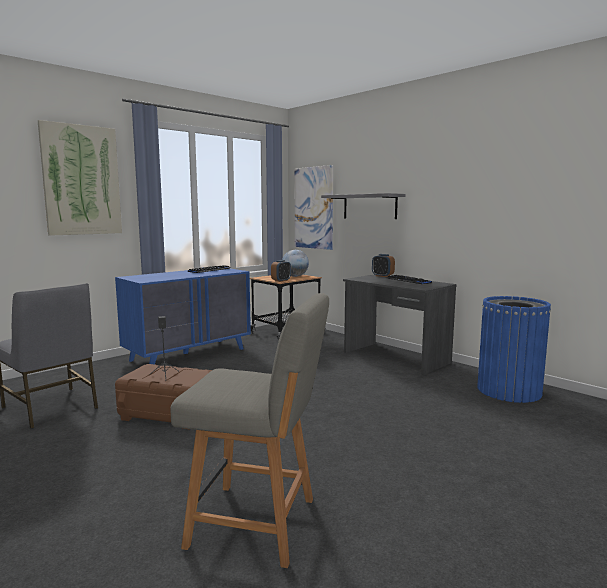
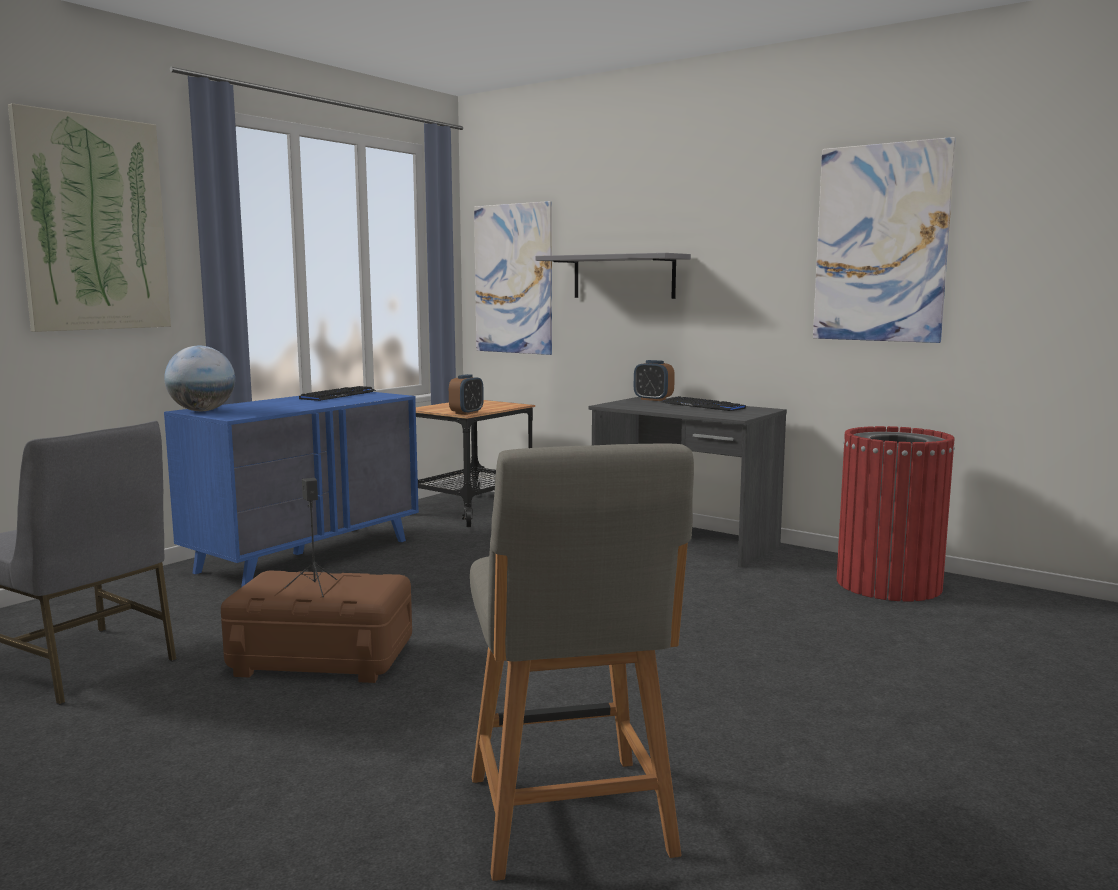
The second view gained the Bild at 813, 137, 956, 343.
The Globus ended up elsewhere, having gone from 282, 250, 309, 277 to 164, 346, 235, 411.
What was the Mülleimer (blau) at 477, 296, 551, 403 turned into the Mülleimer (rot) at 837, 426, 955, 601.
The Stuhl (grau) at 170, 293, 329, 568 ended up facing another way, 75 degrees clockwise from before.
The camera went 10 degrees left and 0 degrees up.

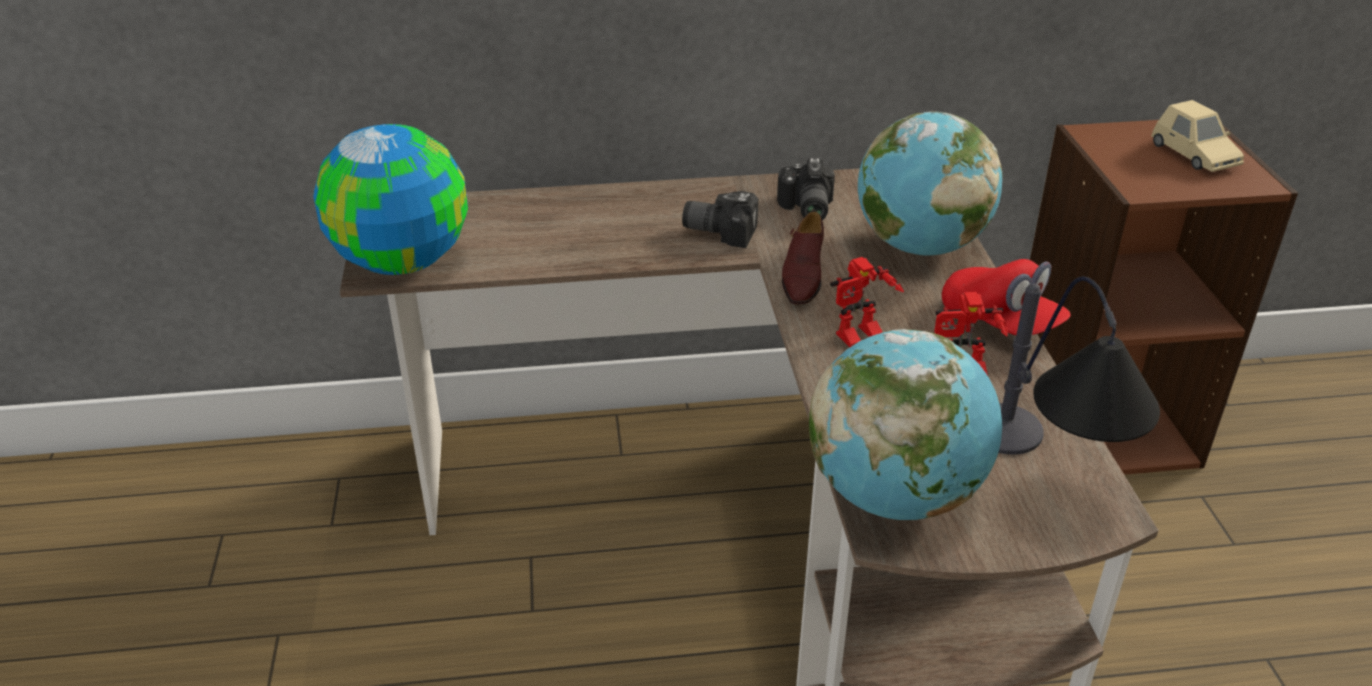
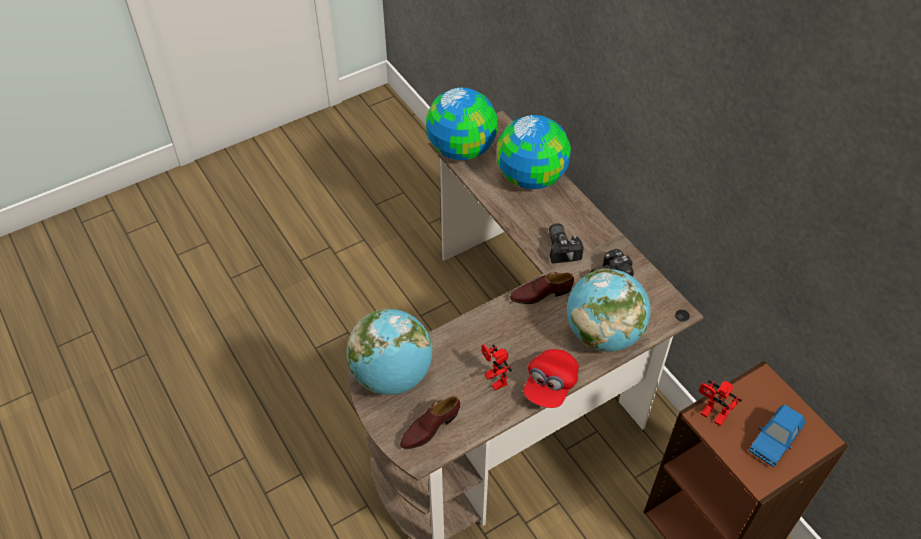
The second view gained the Globus at 497, 115, 571, 189.
The Spielzeugroboter ended up elsewhere, having gone from 830, 257, 904, 347 to 699, 380, 742, 426.
Where the Tischlampe stood at 998, 276, 1160, 455, the Schuh (braun) came to stand at 400, 396, 460, 449.
What was the Spielzeugauto (beige) at 1151, 100, 1244, 172 turned into the Spielzeugauto (blau) at 749, 405, 805, 467.
The camera went 65 degrees right and 15 degrees up.

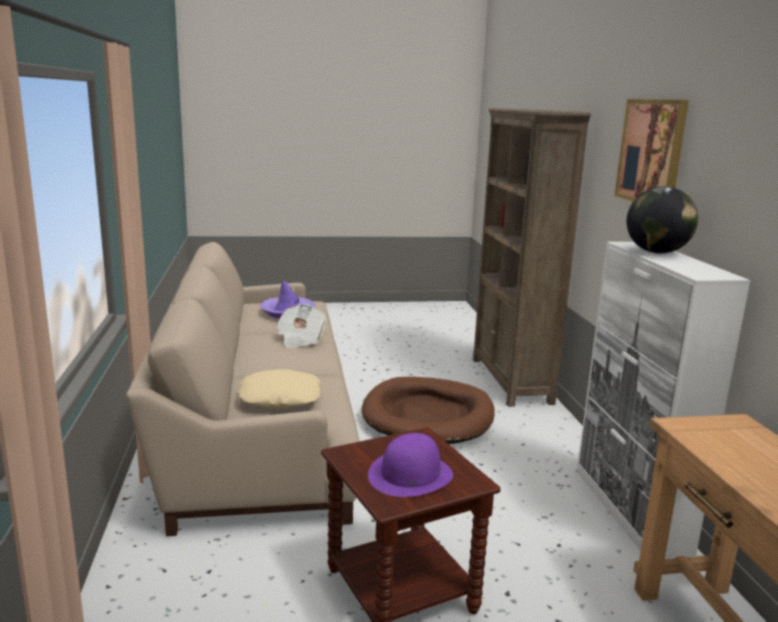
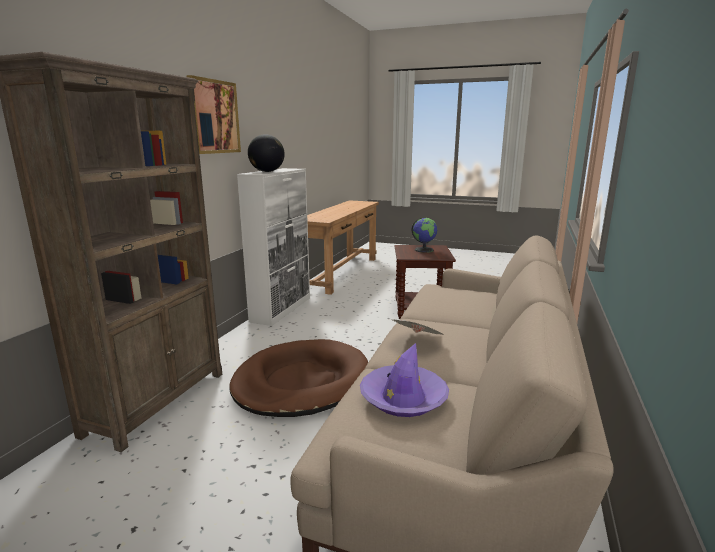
The second view lost the Kissen (beige) at 238, 369, 321, 408.
Where the Hut (lila) stood at 368, 433, 453, 497, the Globus came to stand at 411, 218, 437, 253.
The camera went 150 degrees left and 0 degrees up.

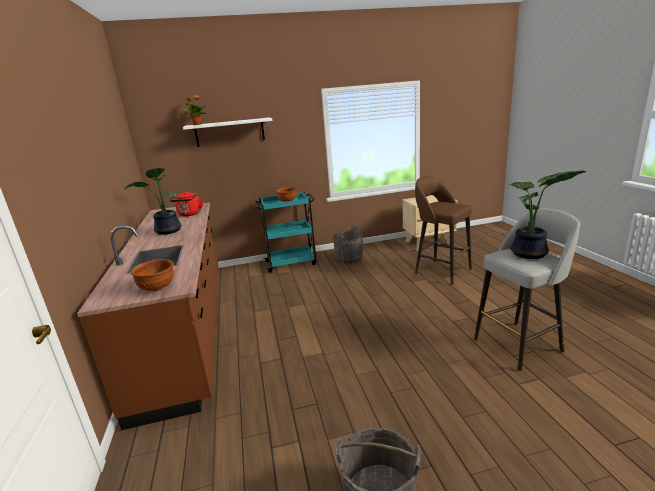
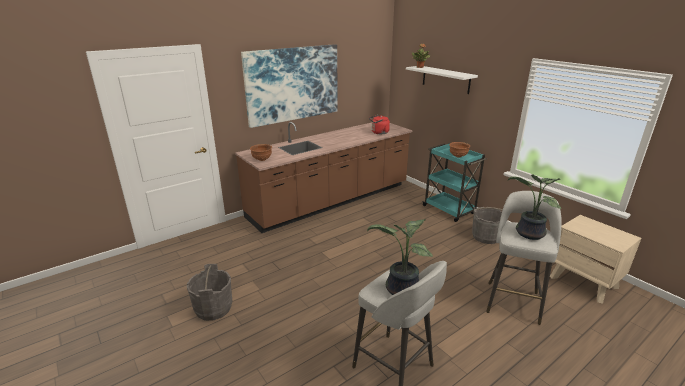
The second view gained the Bild at 241, 44, 338, 128.
The Topfpflanze ended up elsewhere, having gone from 124, 168, 182, 235 to 508, 174, 561, 240.
What was the Hocker (braun) at 415, 176, 472, 284 turned into the Hocker (grau) at 486, 191, 562, 325.
The camera went 65 degrees right and 5 degrees up.

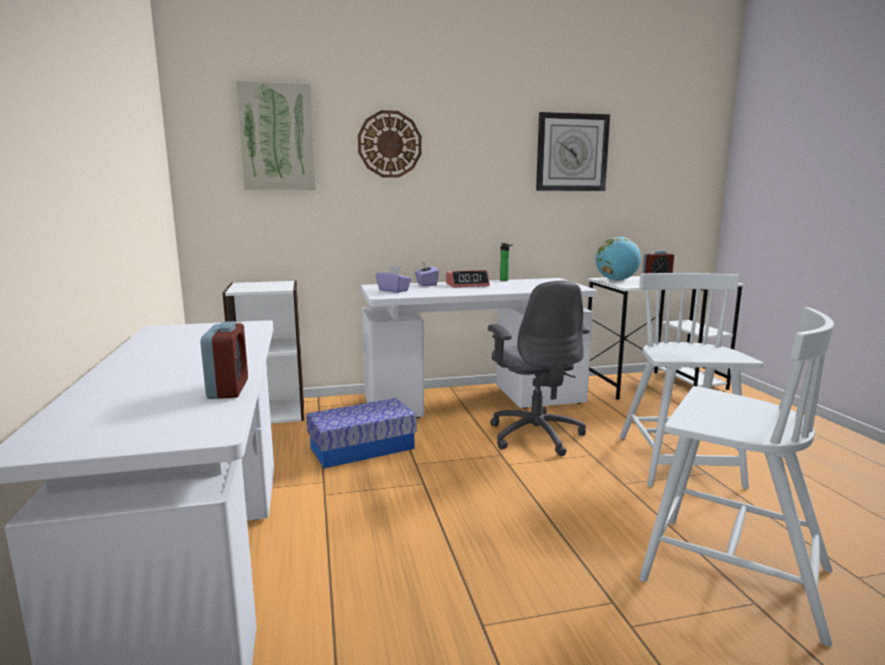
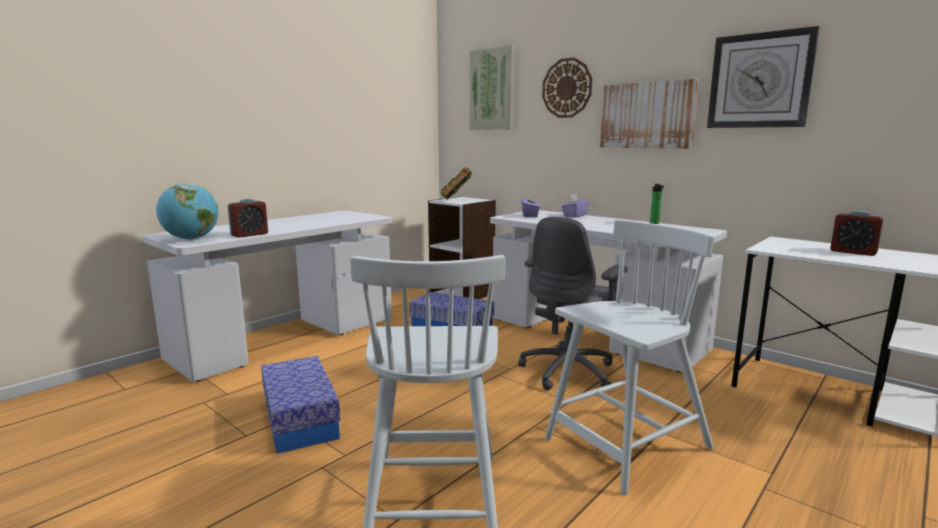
The second view lost the Wecker at 446, 270, 490, 288.
The second view gained the Aufbewahrungsbox at 261, 356, 340, 454.
The second view gained the Buch at 441, 167, 472, 200.
The second view gained the Bild at 600, 79, 699, 149.
The Globus ended up elsewhere, having gone from 596, 237, 641, 281 to 156, 184, 218, 240.
The camera went 55 degrees right and 0 degrees up.

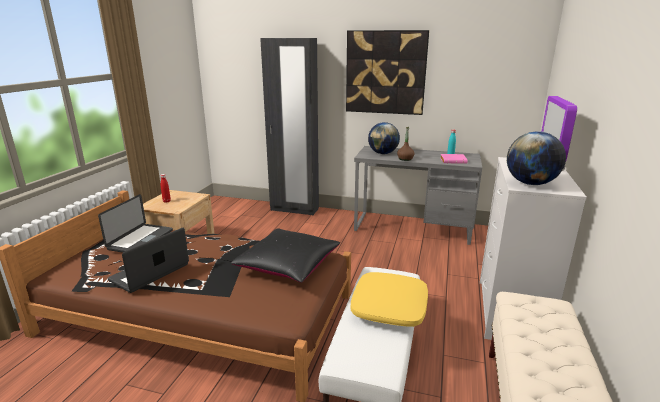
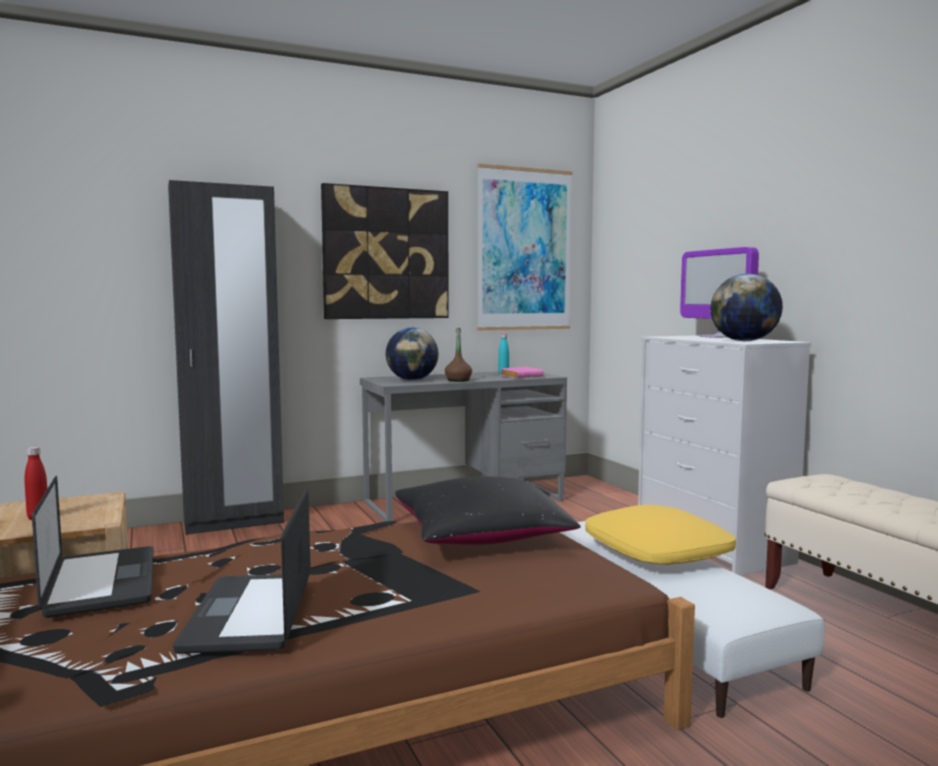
The second view gained the Bild at 477, 164, 572, 330.
The camera went 40 degrees left and 15 degrees down.

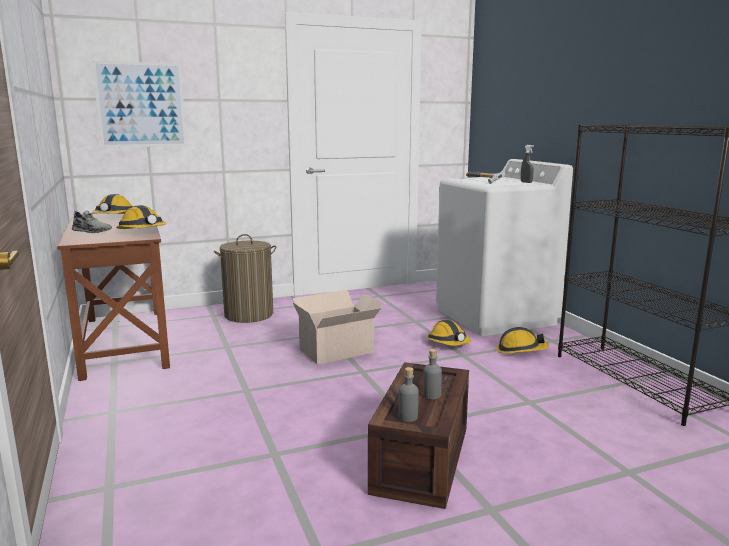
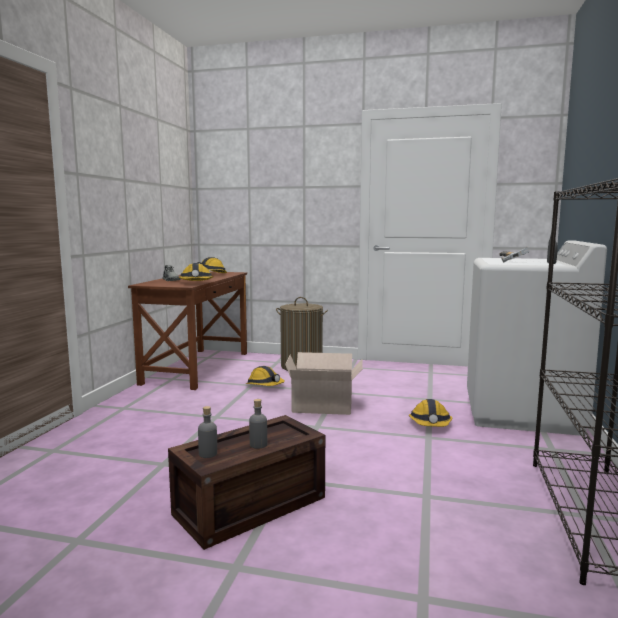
The second view lost the Bild at 92, 61, 187, 148.
The Schutzhelm ended up elsewhere, having gone from 497, 327, 549, 354 to 246, 366, 285, 386.
The camera went 35 degrees right and 5 degrees down.

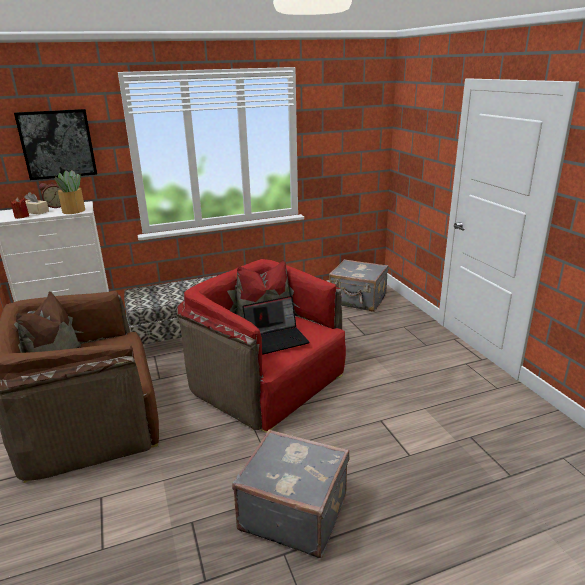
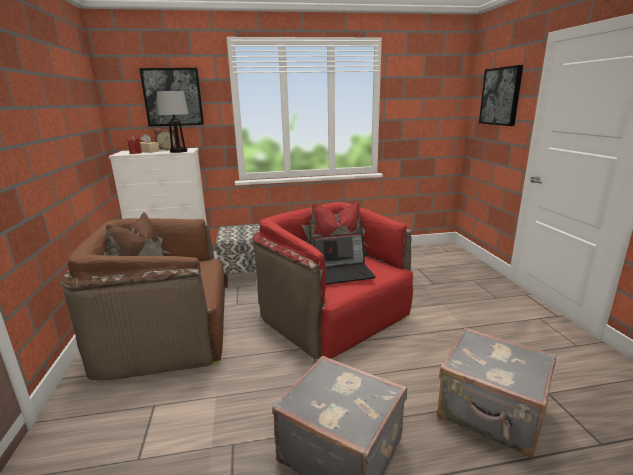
The second view gained the Bild at 479, 65, 523, 126.
The Koffer (grau) ended up elsewhere, having gone from 329, 259, 388, 312 to 437, 328, 556, 458.
Where the Topfpflanze stood at 54, 170, 85, 214, the Tischlampe came to stand at 157, 91, 189, 153.
The camera went 10 degrees right and 5 degrees down.

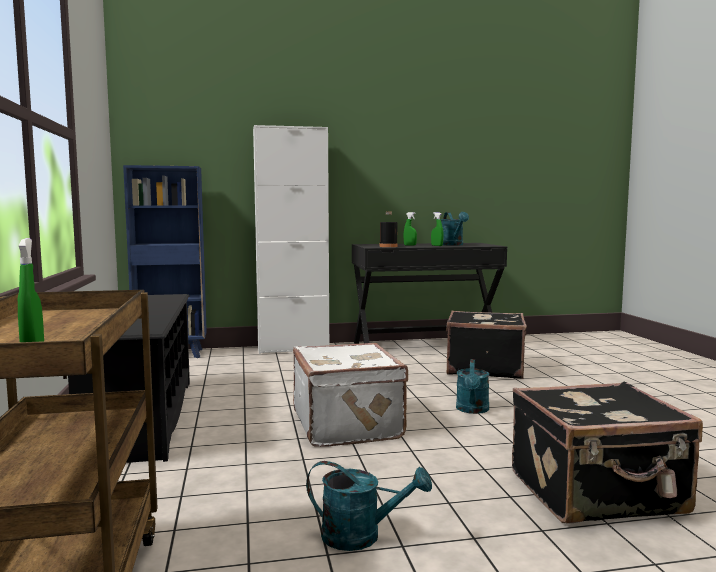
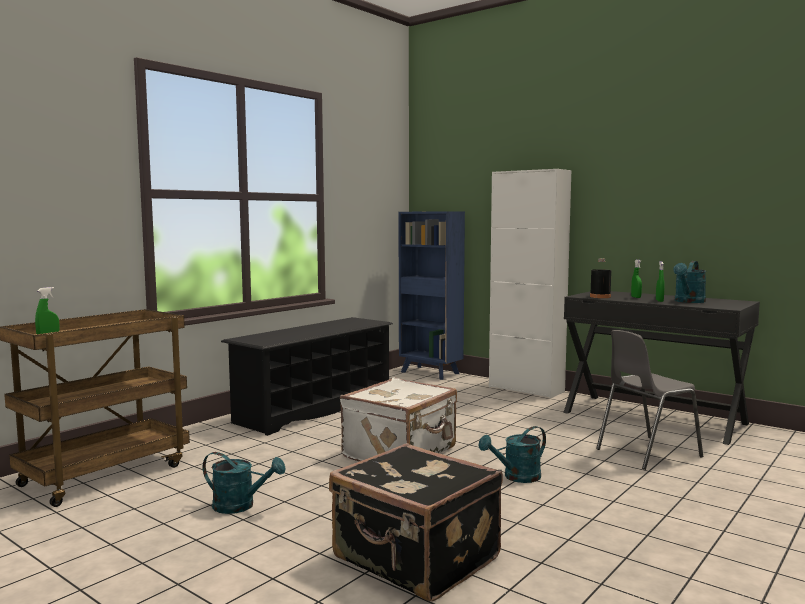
Where the Koffer (schwarz) stood at 446, 311, 527, 379, the Stuhl (grau) came to stand at 596, 330, 703, 470.
The Gießkanne (türkis) at 306, 461, 432, 551 ended up facing another way, 45 degrees counterclockwise from before.
The camera went 50 degrees right and 0 degrees up.

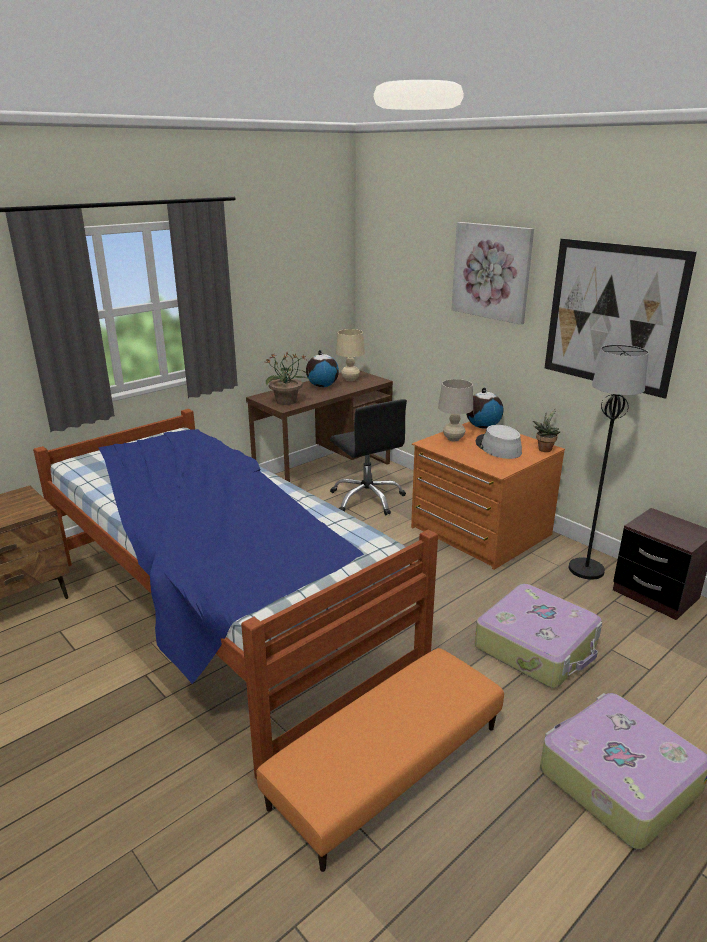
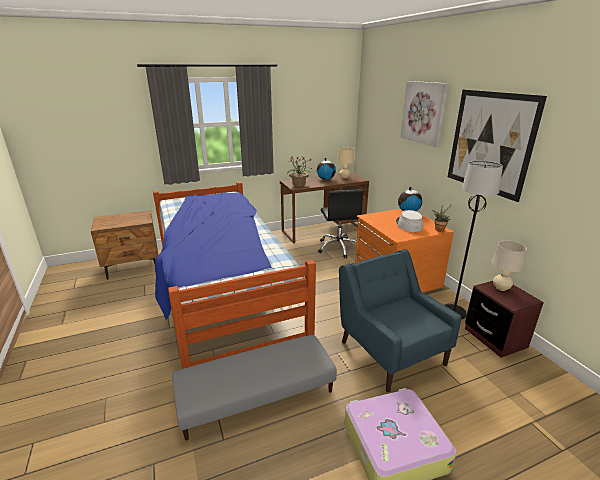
The Tischlampe (beige) ended up elsewhere, having gone from 438, 379, 473, 441 to 492, 241, 527, 291.
Where the Koffer stood at 475, 584, 602, 688, the Sessel (blau) came to stand at 339, 249, 461, 392.
What was the Polsterhocker (orange) at 257, 648, 504, 872 turned into the Polsterhocker (grau) at 172, 335, 337, 440.
The camera went 20 degrees right and 0 degrees up.

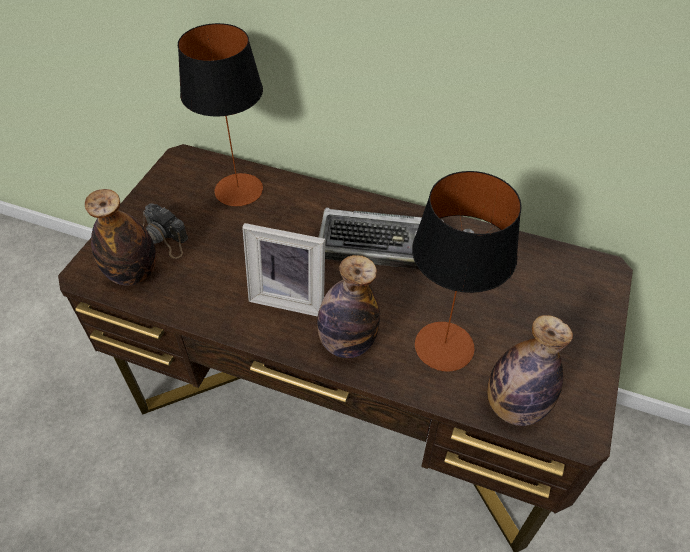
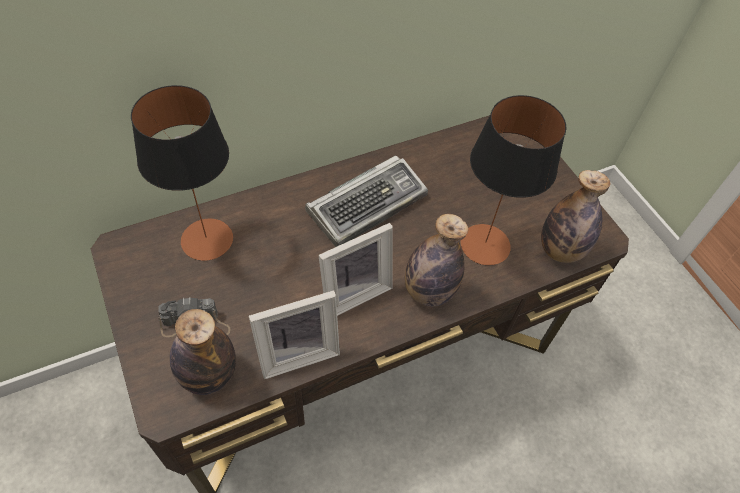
The second view gained the Bilderrahmen at 249, 290, 340, 379.
The camera went 50 degrees left and 5 degrees up.

